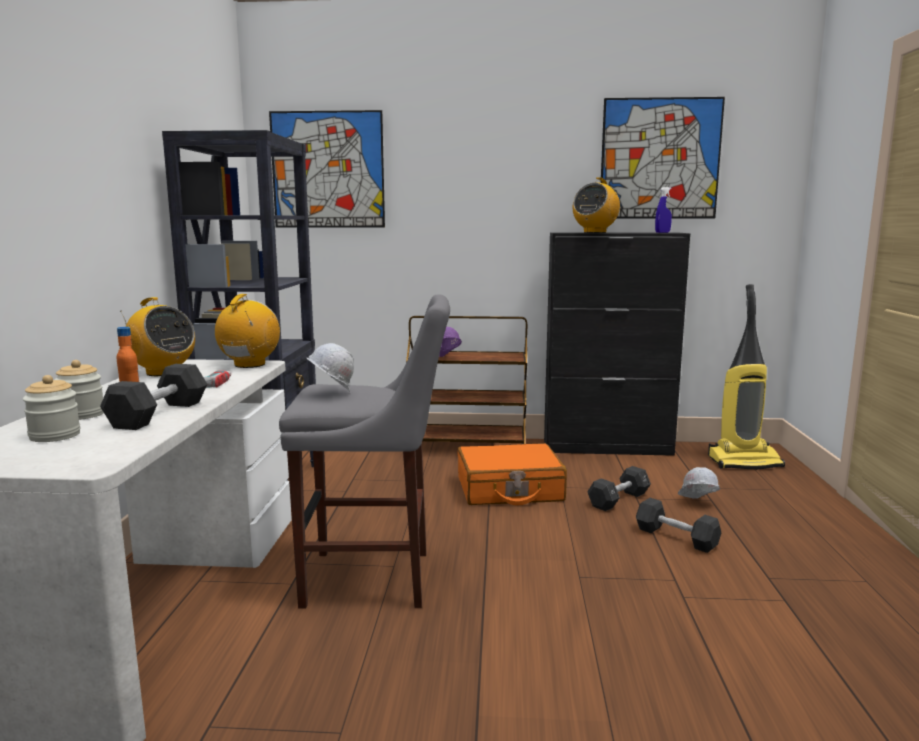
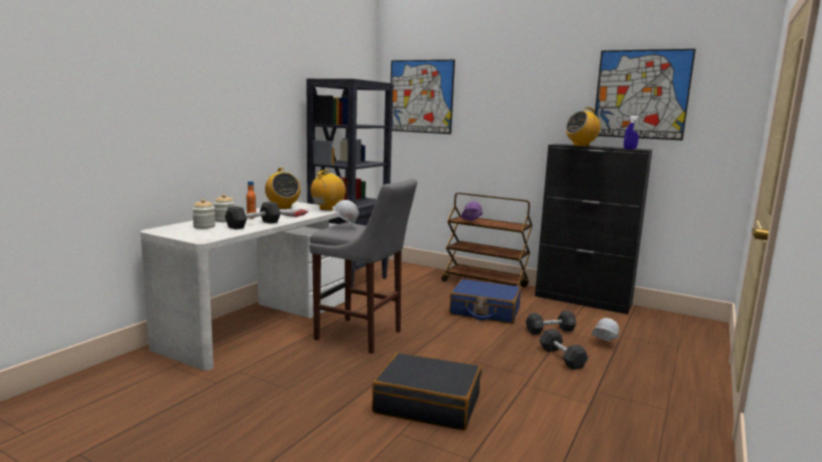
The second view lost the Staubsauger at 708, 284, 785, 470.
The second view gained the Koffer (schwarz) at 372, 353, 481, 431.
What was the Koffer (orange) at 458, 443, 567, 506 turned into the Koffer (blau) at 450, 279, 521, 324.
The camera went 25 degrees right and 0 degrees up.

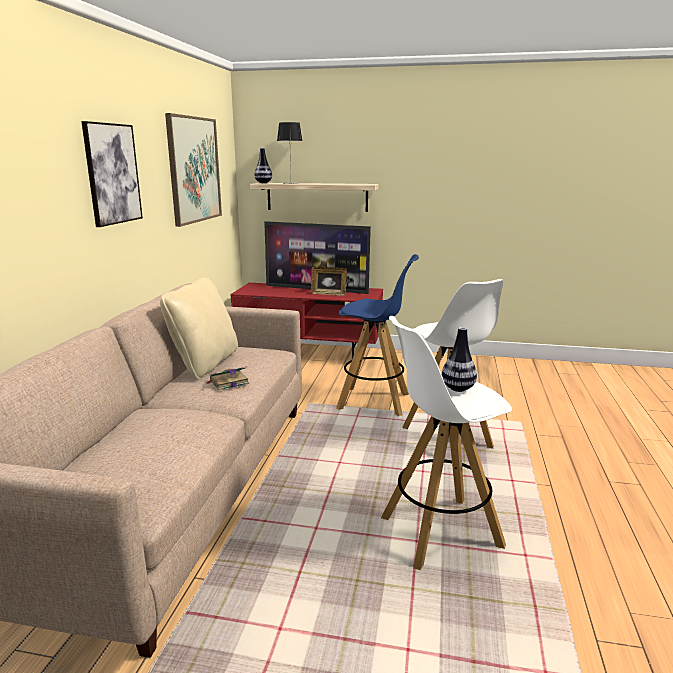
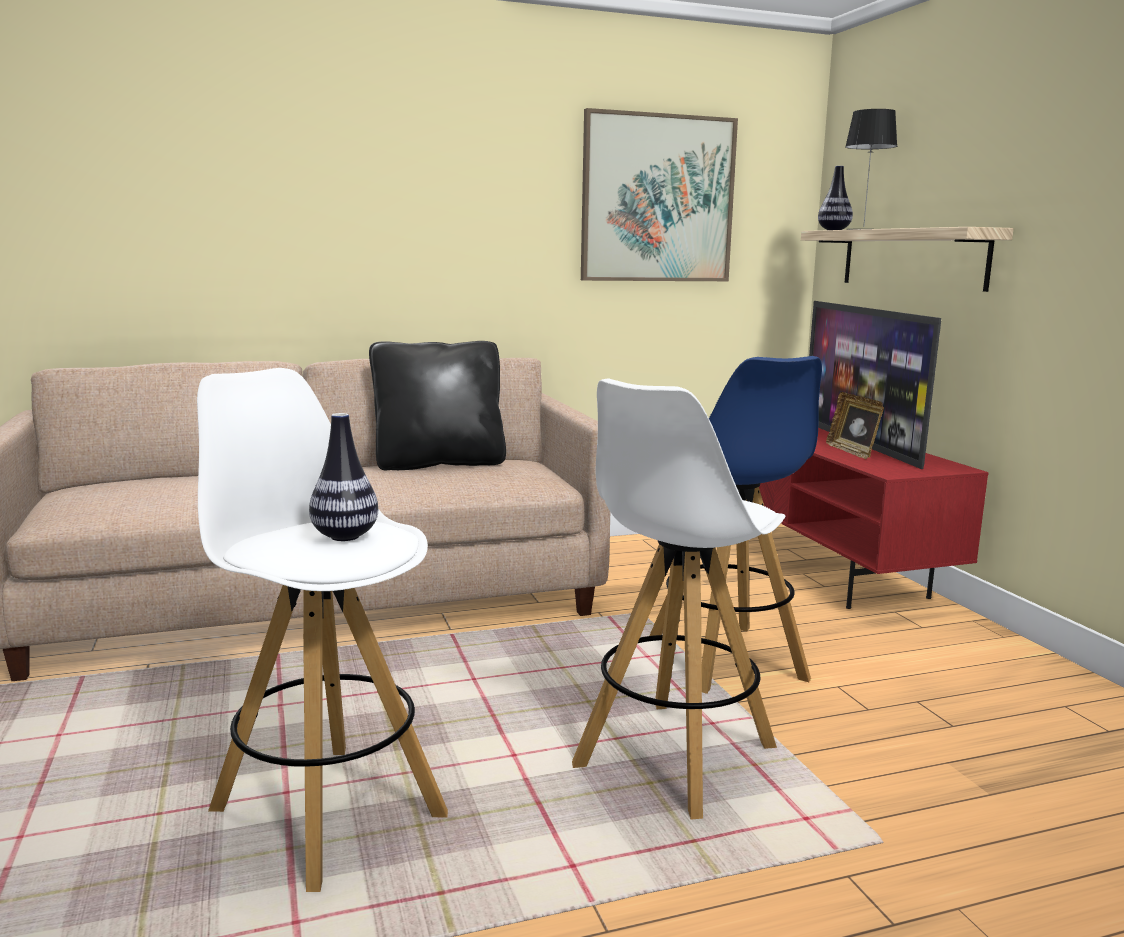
The second view lost the Bild at 81, 121, 143, 227.
The second view lost the Buch at 206, 366, 249, 390.
What was the Kissen (beige) at 160, 278, 238, 380 turned into the Kissen (schwarz) at 369, 341, 506, 471.
The camera went 60 degrees right and 5 degrees down.

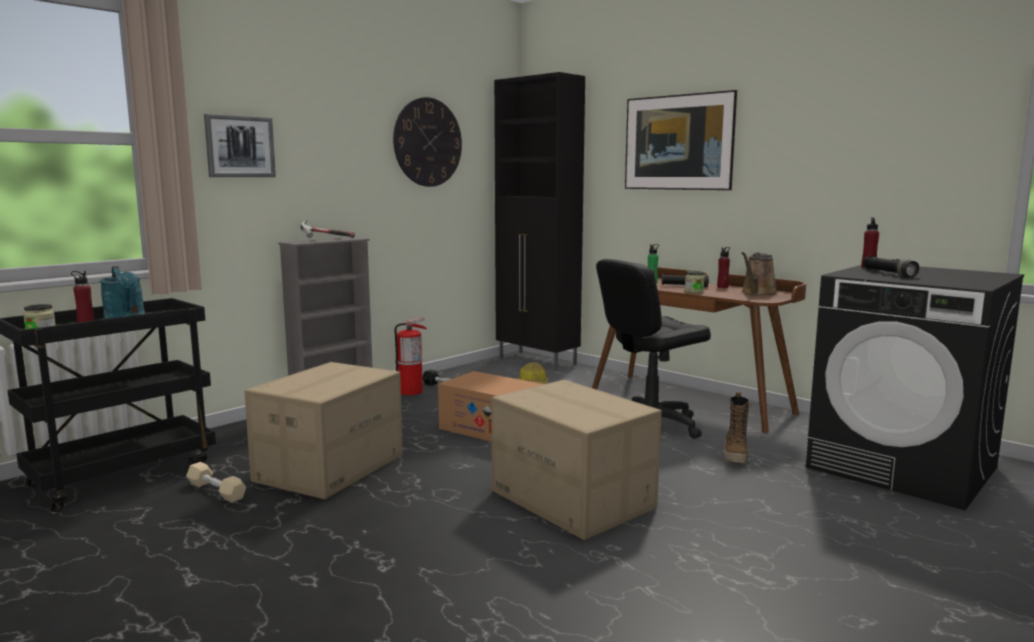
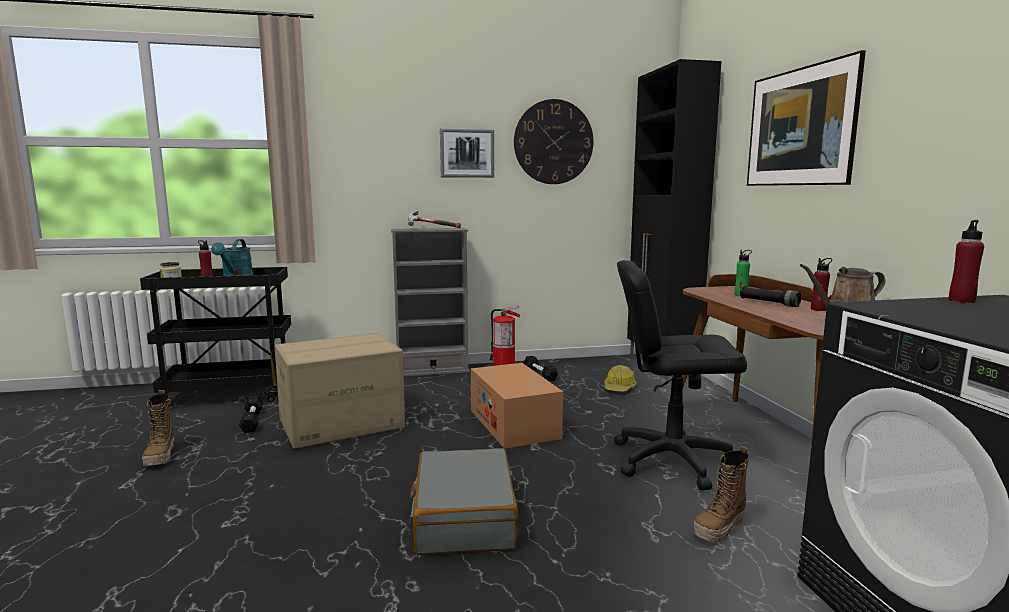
The second view lost the Vorratsglas at 685, 271, 704, 293.
The second view lost the Taschenlampe (schwarz) at 863, 256, 919, 277.
The second view gained the Stiefel at 142, 390, 174, 466.
The Bild ended up elsewhere, having gone from 204, 114, 276, 177 to 440, 128, 494, 178.
Where the Karton stood at 491, 380, 662, 540, the Koffer (grau) came to stand at 410, 448, 519, 555.
What was the Hantel (beige) at 186, 462, 246, 503 turned into the Hantel (schwarz) at 239, 396, 263, 433.
The camera went 35 degrees right and 0 degrees up.

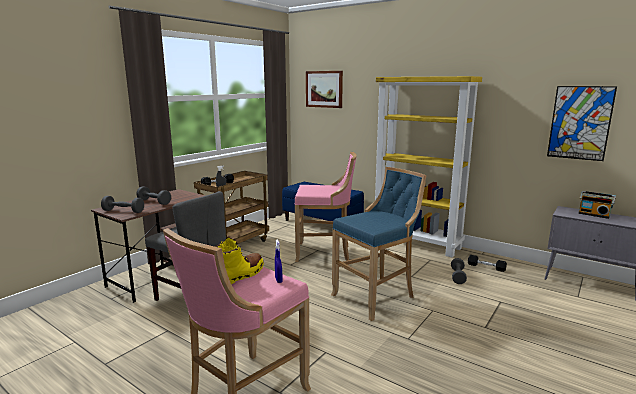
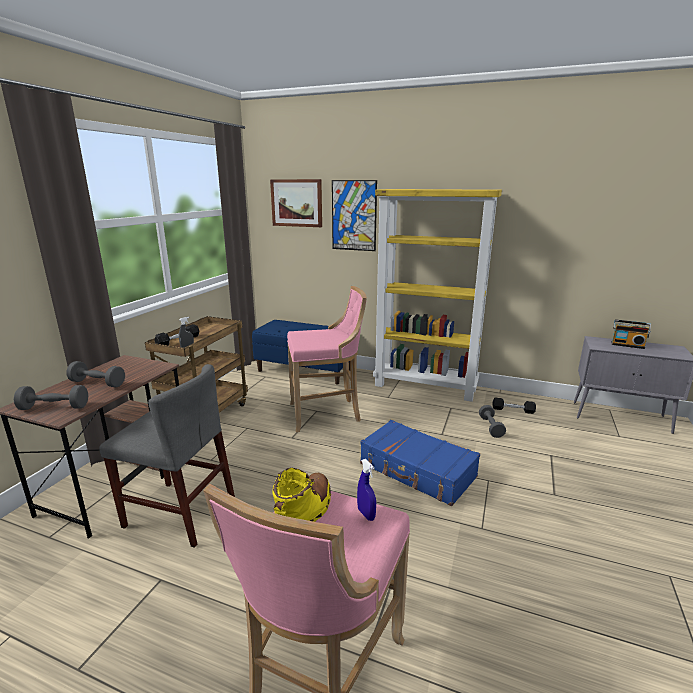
The Bild ended up elsewhere, having gone from 547, 86, 617, 161 to 332, 180, 377, 251.
Where the Hocker (blau) stood at 331, 167, 427, 321, the Koffer (blau) came to stand at 360, 420, 480, 506.
The camera went 15 degrees left and 5 degrees up.

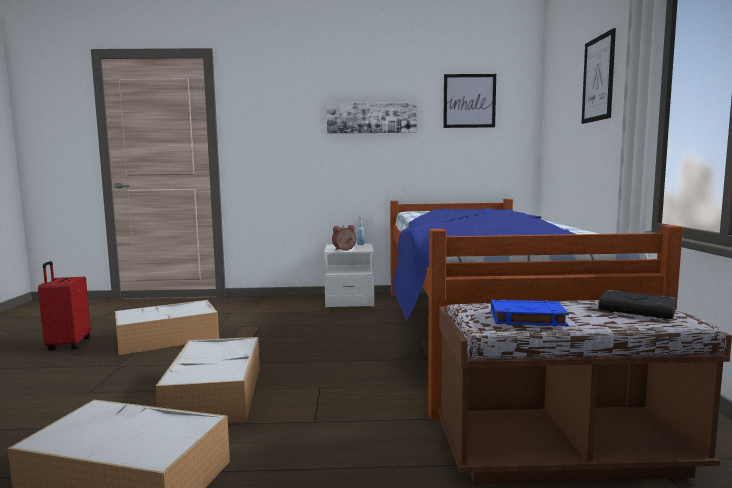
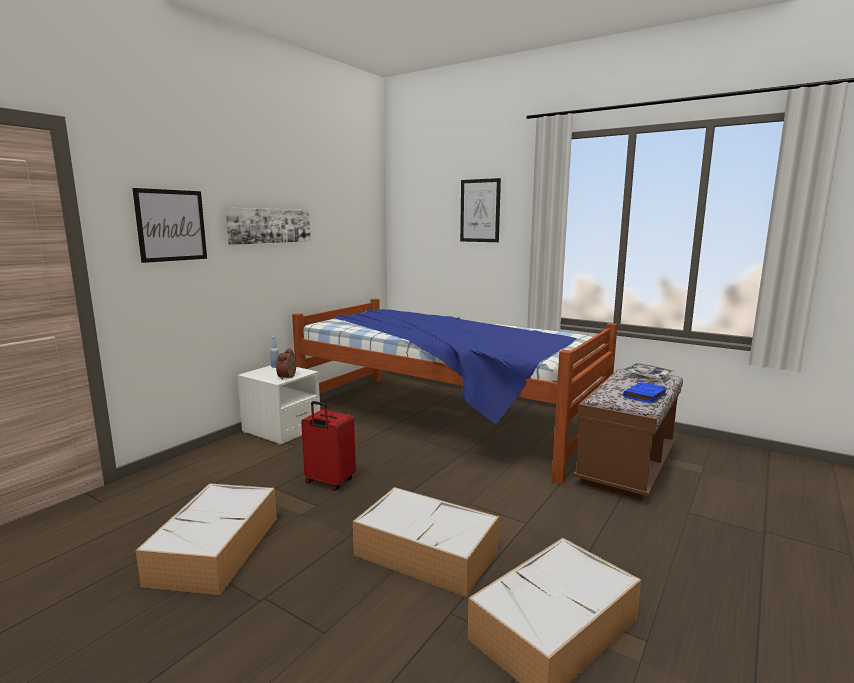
The Koffer (rot) ended up elsewhere, having gone from 38, 261, 91, 351 to 301, 401, 356, 491.
The Bild ended up elsewhere, having gone from 443, 74, 496, 128 to 132, 188, 207, 263.
Where the Buch (schwarz) stood at 598, 290, 677, 319, the Tablett came to stand at 622, 363, 674, 379.
The camera went 55 degrees left and 5 degrees up.

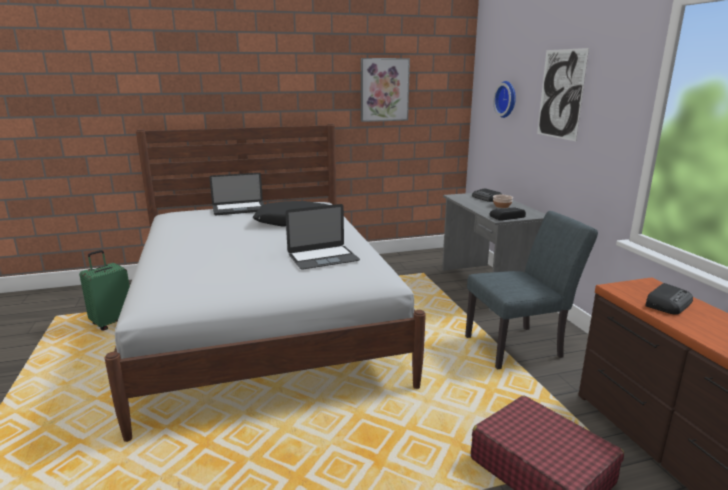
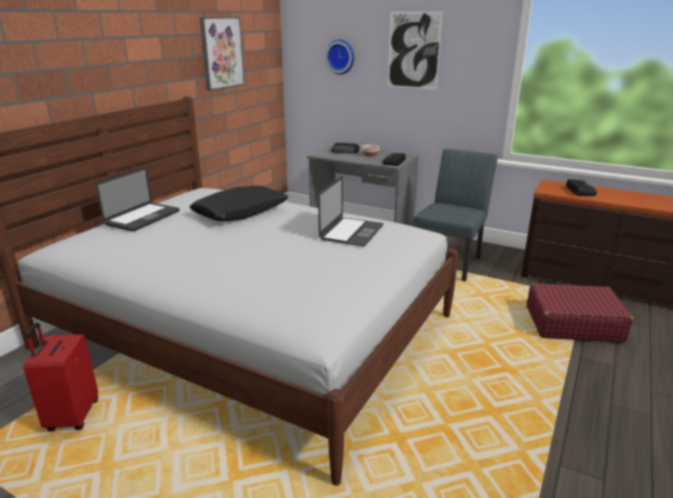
What was the Koffer (grün) at 79, 250, 130, 331 turned into the Koffer (rot) at 23, 323, 98, 431.
The camera went 45 degrees left and 5 degrees up.

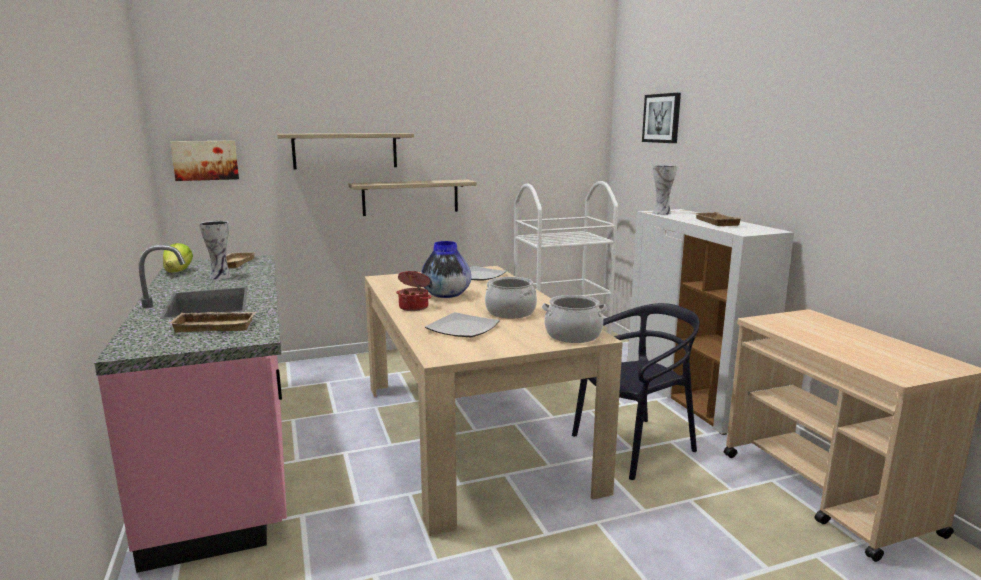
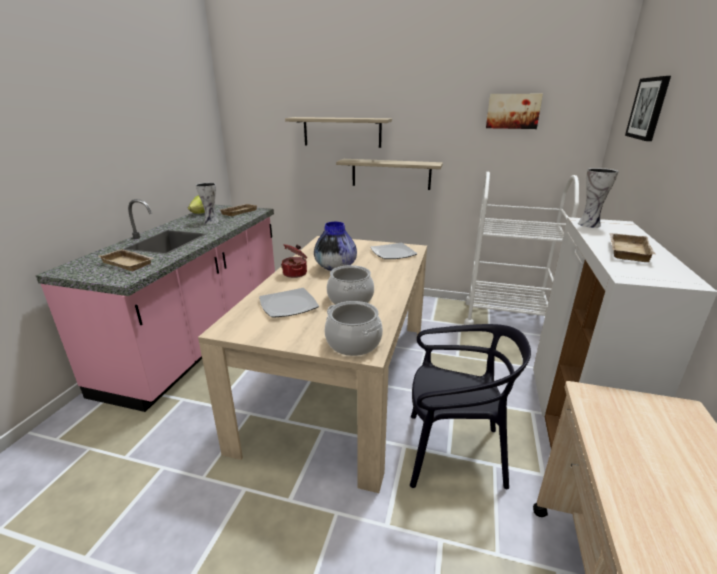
The Bild ended up elsewhere, having gone from 170, 141, 239, 181 to 486, 94, 543, 129.
The camera went 35 degrees right and 10 degrees up.

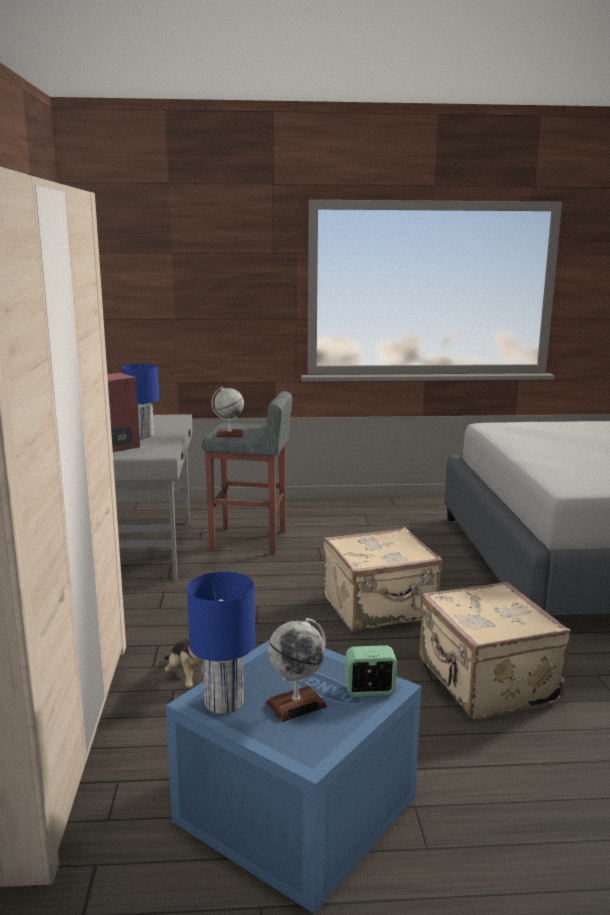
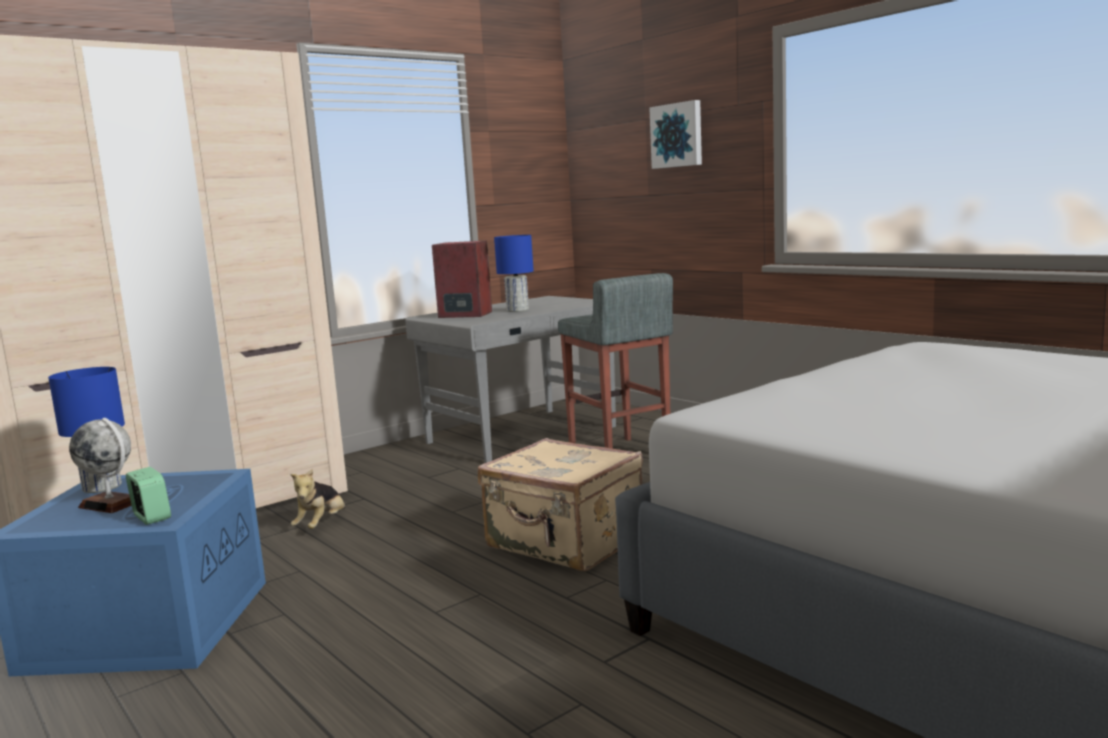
The second view lost the Globus at 211, 387, 244, 438.
The second view lost the Koffer (beige) at 419, 582, 571, 720.
The second view gained the Bild at 649, 100, 702, 169.
The camera went 55 degrees right and 5 degrees down.

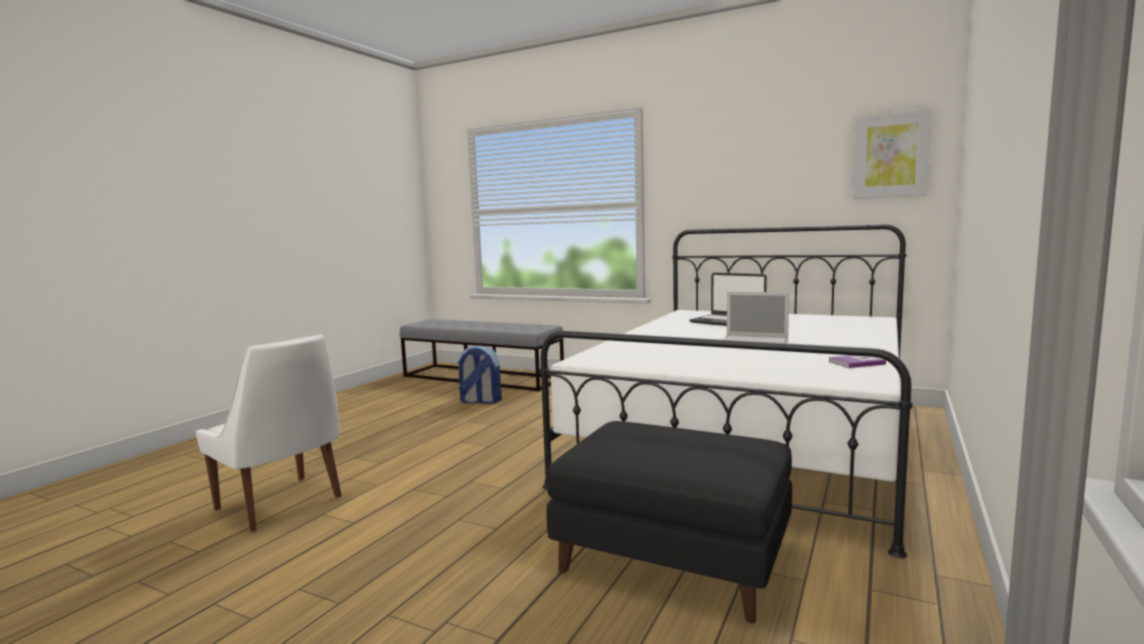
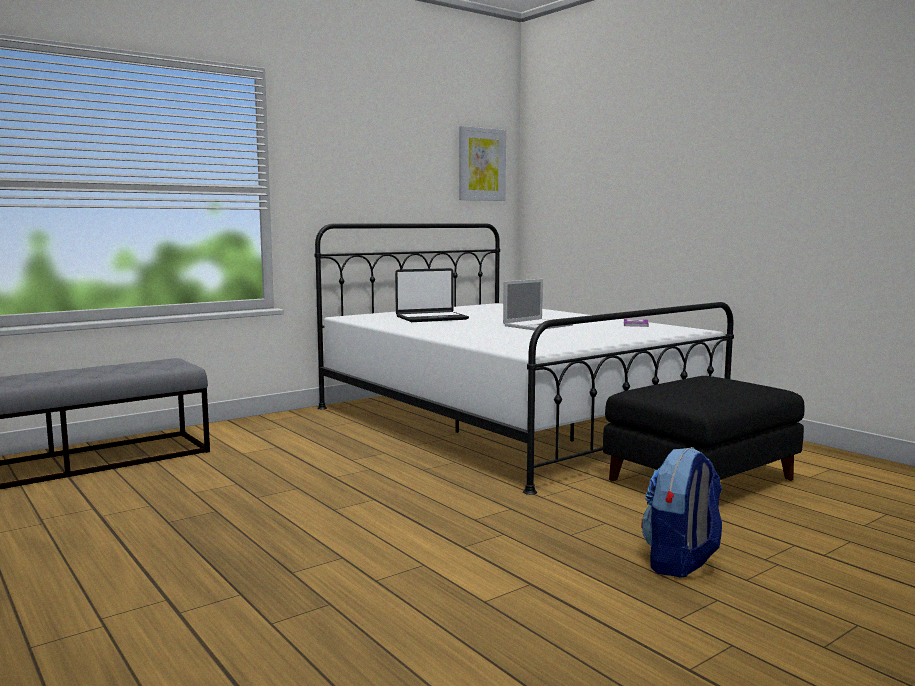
The second view lost the Stuhl (weiß) at 196, 335, 342, 532.
The Rucksack ended up elsewhere, having gone from 457, 345, 502, 404 to 641, 447, 722, 578.
The camera went 65 degrees left and 0 degrees up.

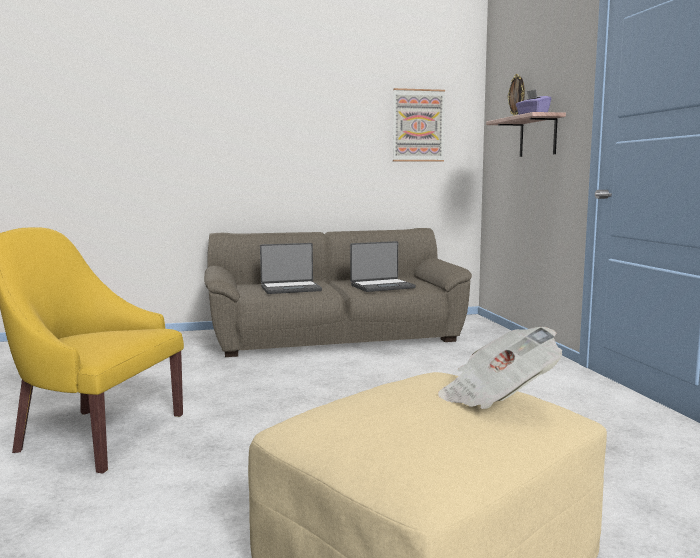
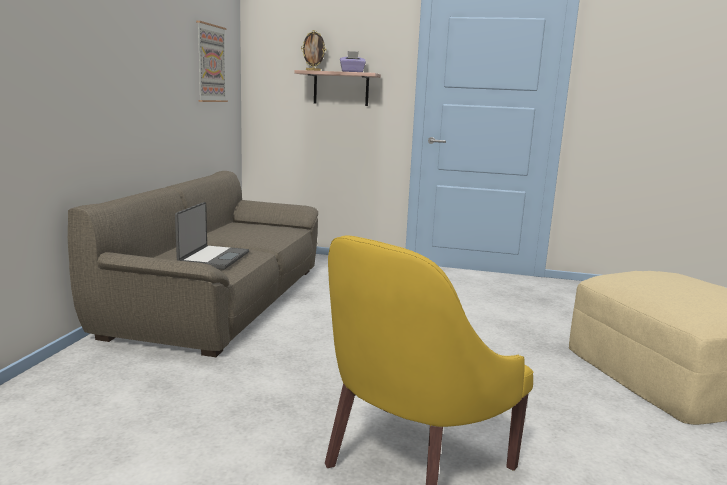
The second view lost the Laptop at 350, 241, 416, 292.
The second view lost the Zeitung at 438, 327, 562, 409.
The camera went 65 degrees left and 5 degrees up.

